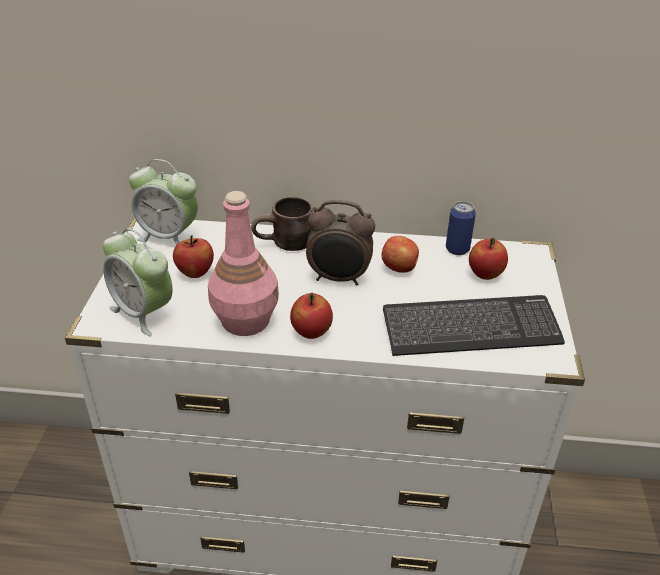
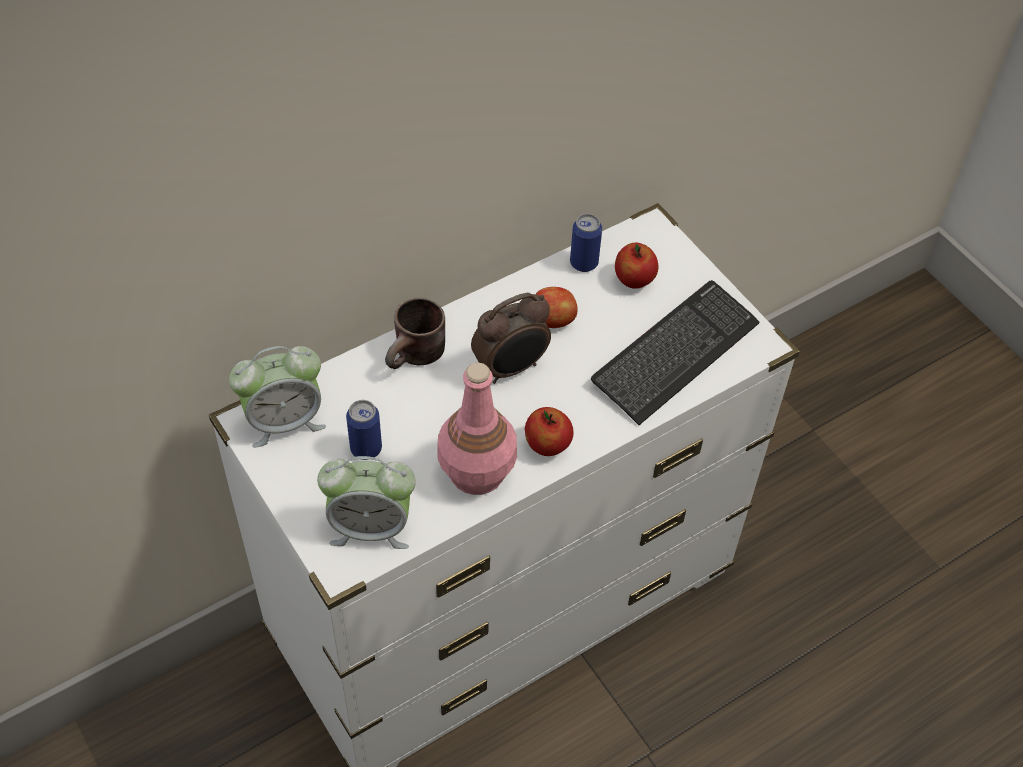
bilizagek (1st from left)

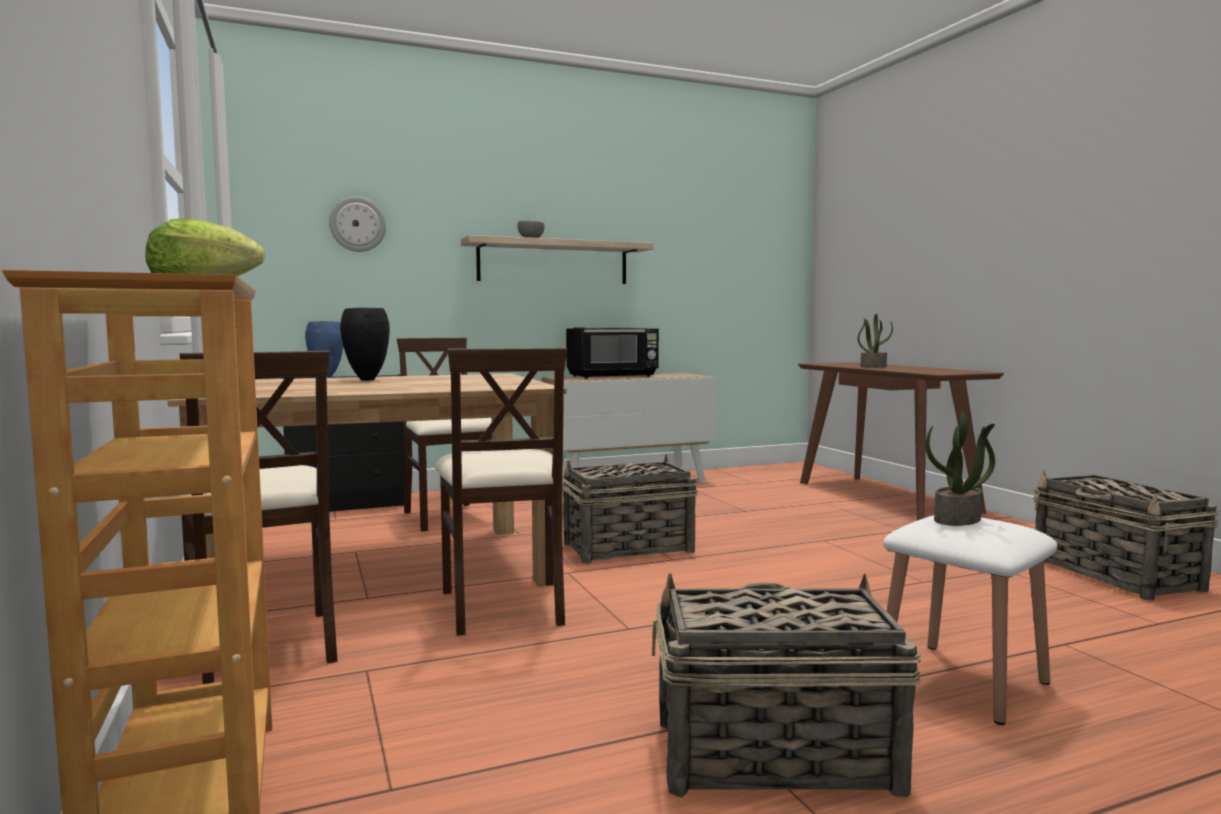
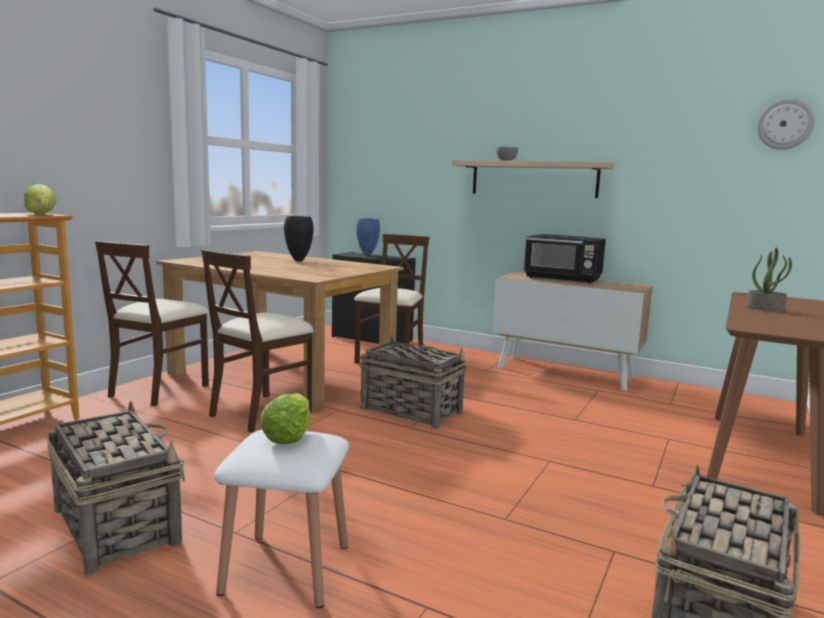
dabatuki
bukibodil (2nd from left)

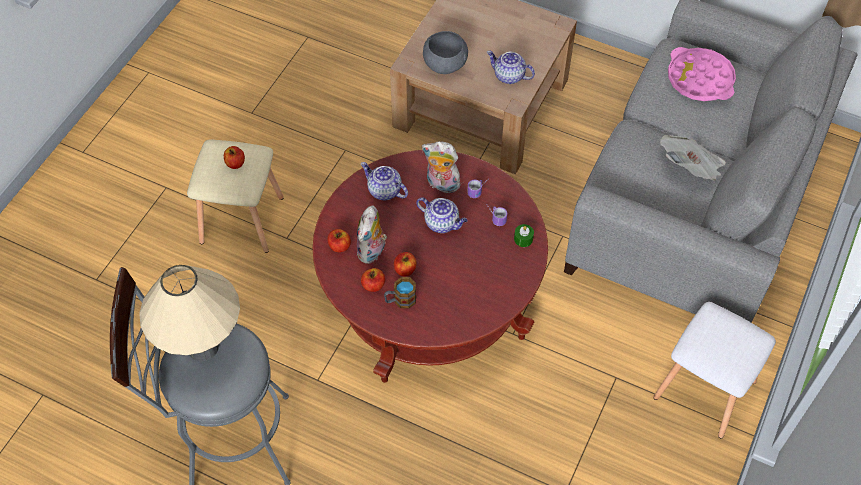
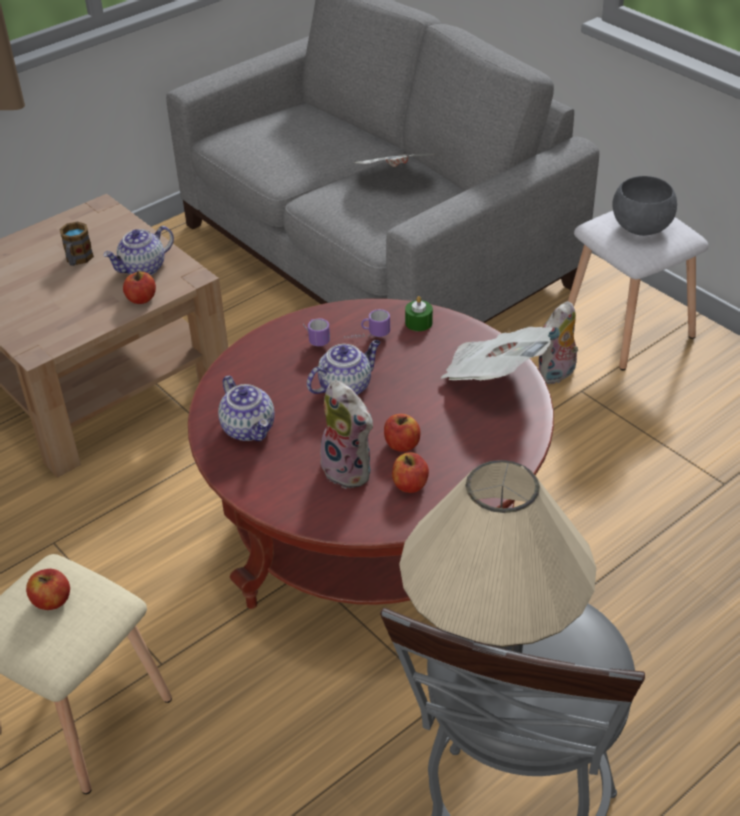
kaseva (2nd from left)
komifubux (2nd from left)
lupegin (1st from left)
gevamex (2nd from left)
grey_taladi
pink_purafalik
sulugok (2nd from left)

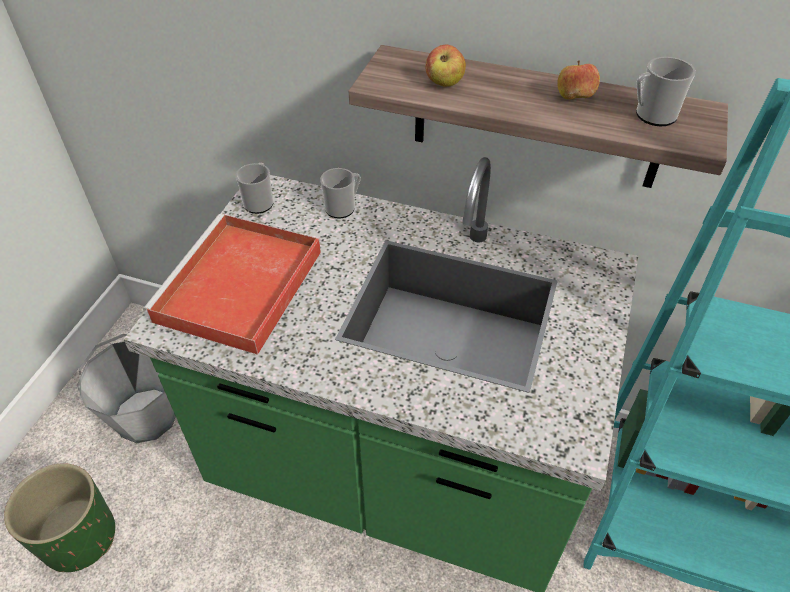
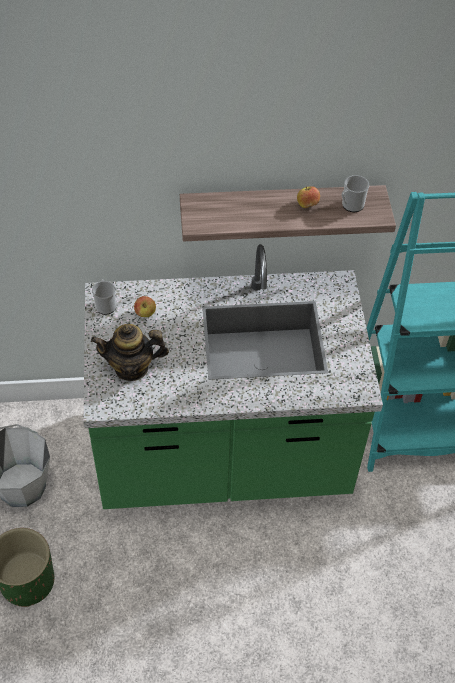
komifubux
lupegin (2nd from left in the first image)
kaseva (1st from left)

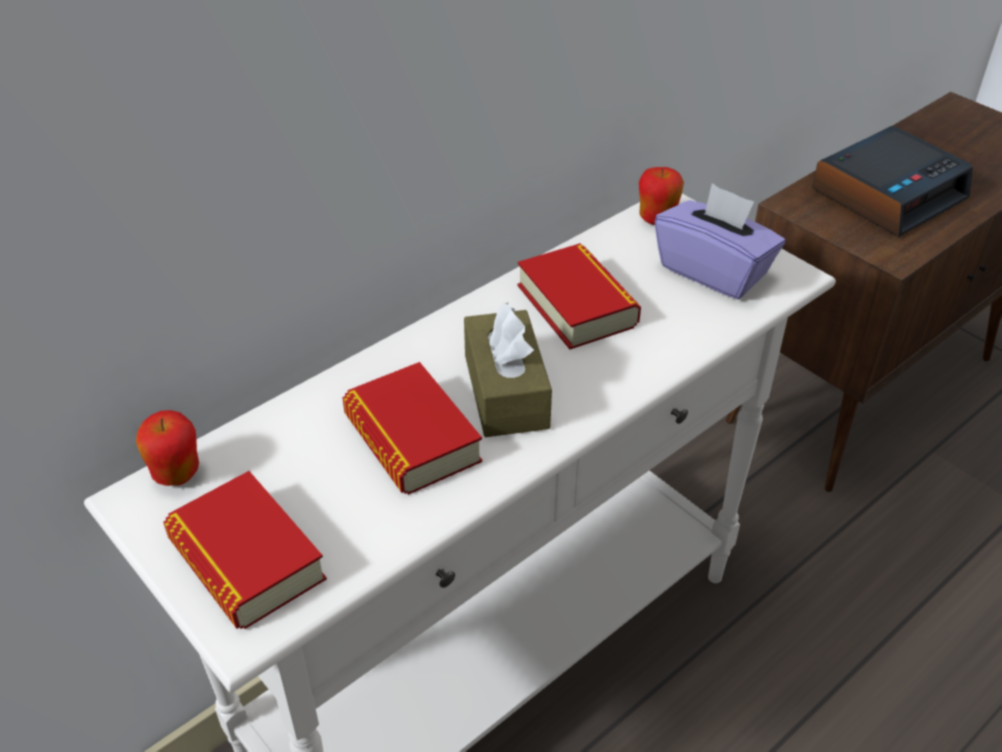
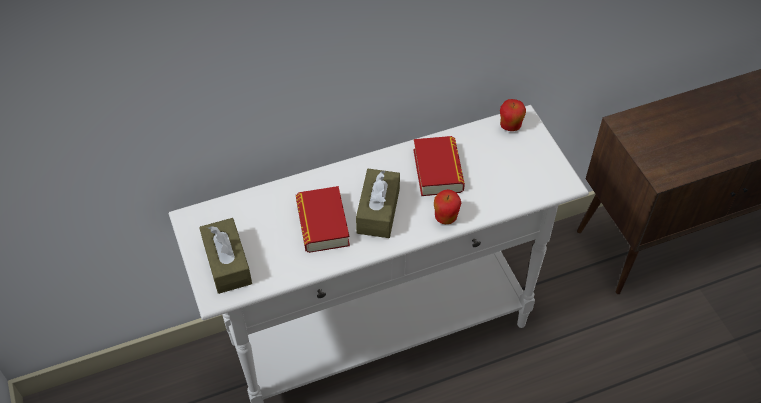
kaseva (1st from left)
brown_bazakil (1st from left)
purple_bazakil
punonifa

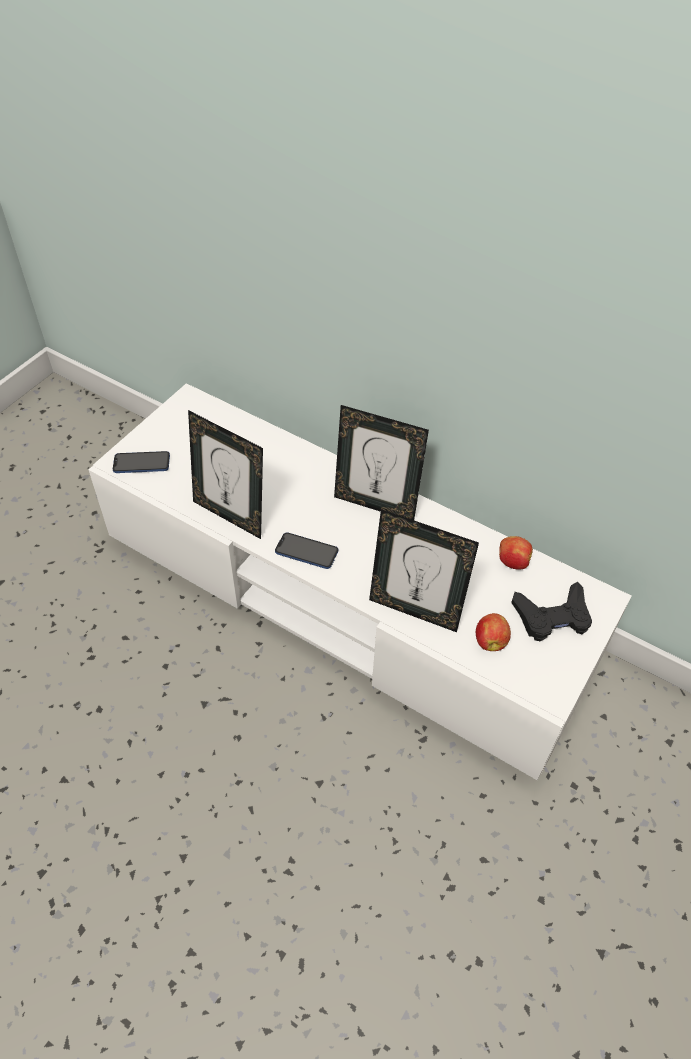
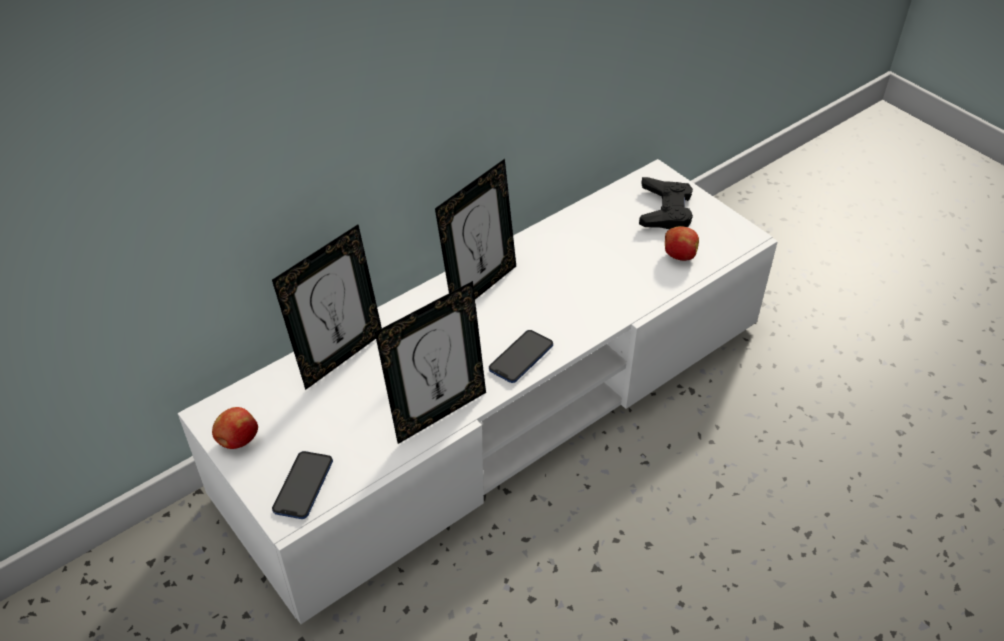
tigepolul (1st from left)
kaseva (1st from left)

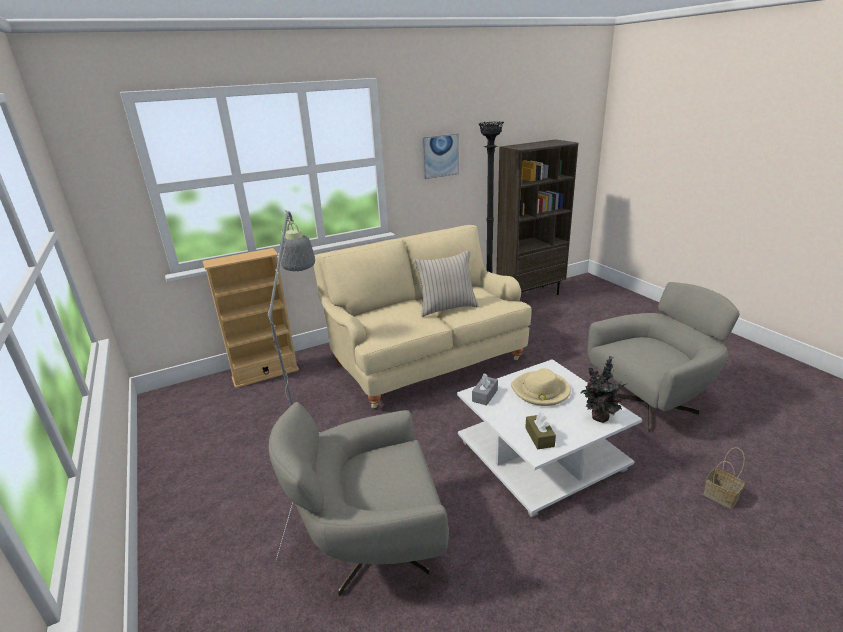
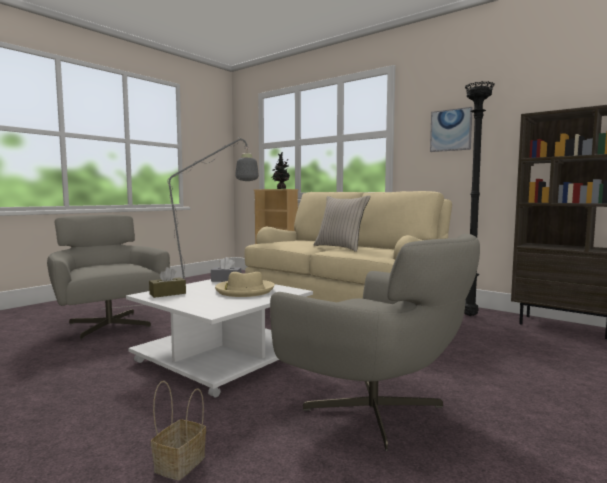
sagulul

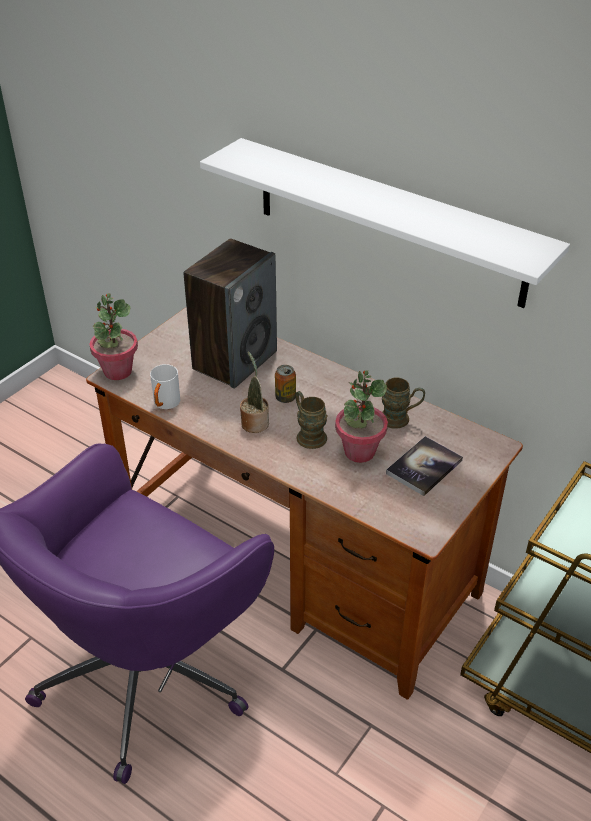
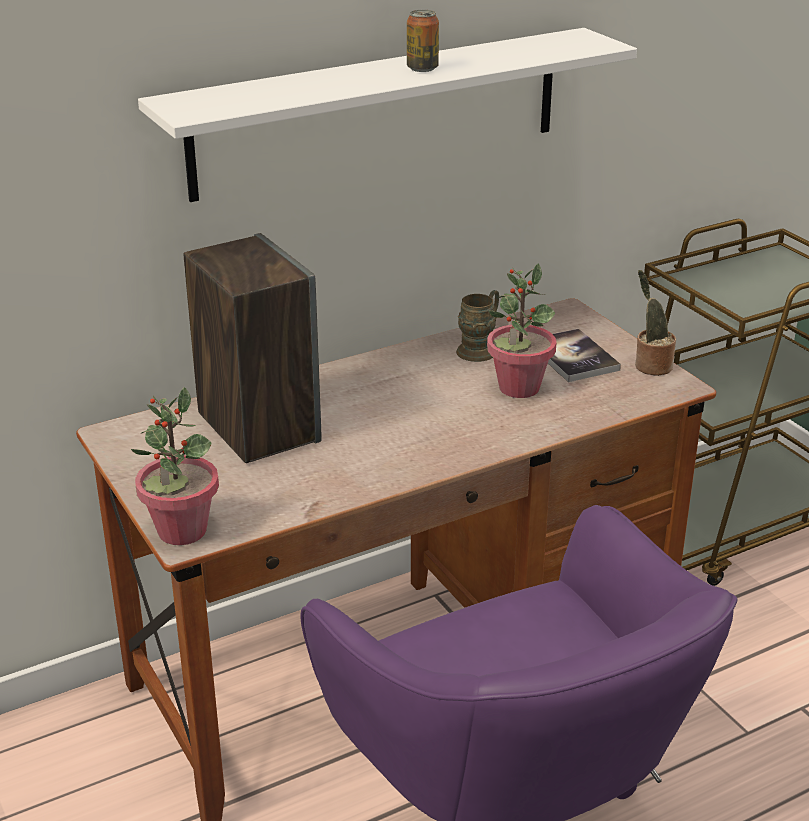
white_lupegin
sagulul (3rd from left)
bilizagek
brown_lupegin (1st from left in the first image)

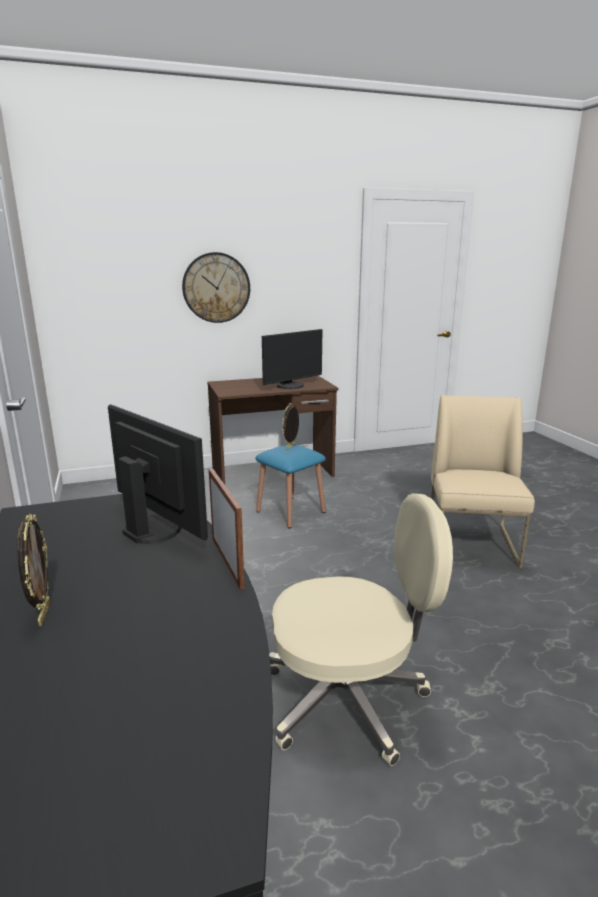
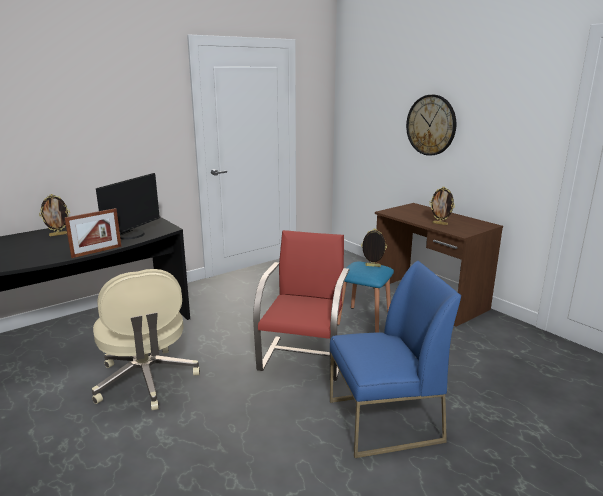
tigepolul (4th from left)
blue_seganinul
red_seganinul

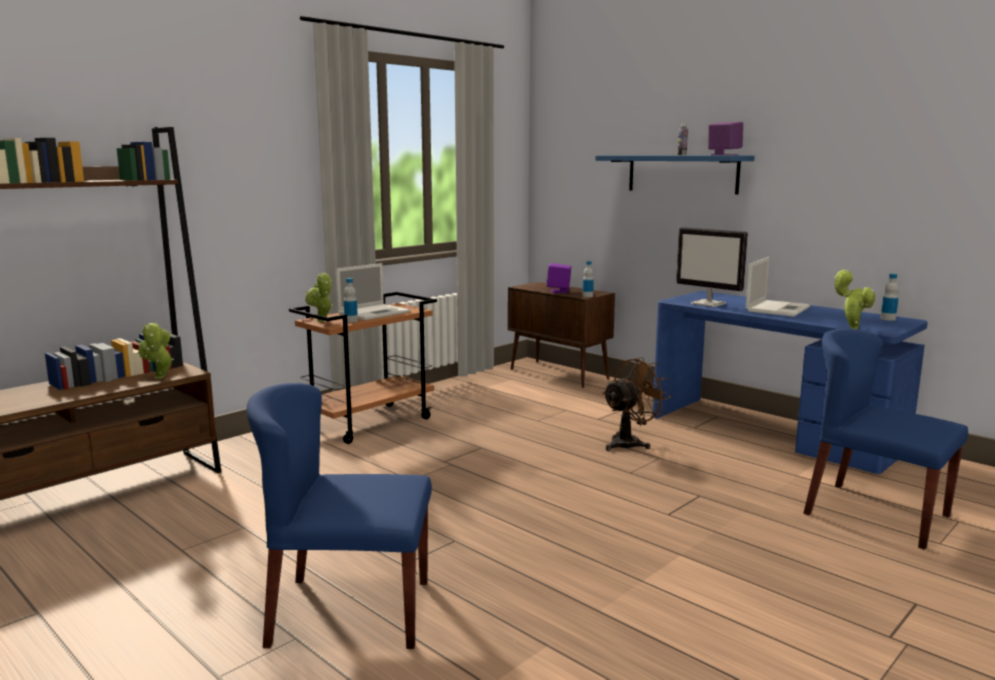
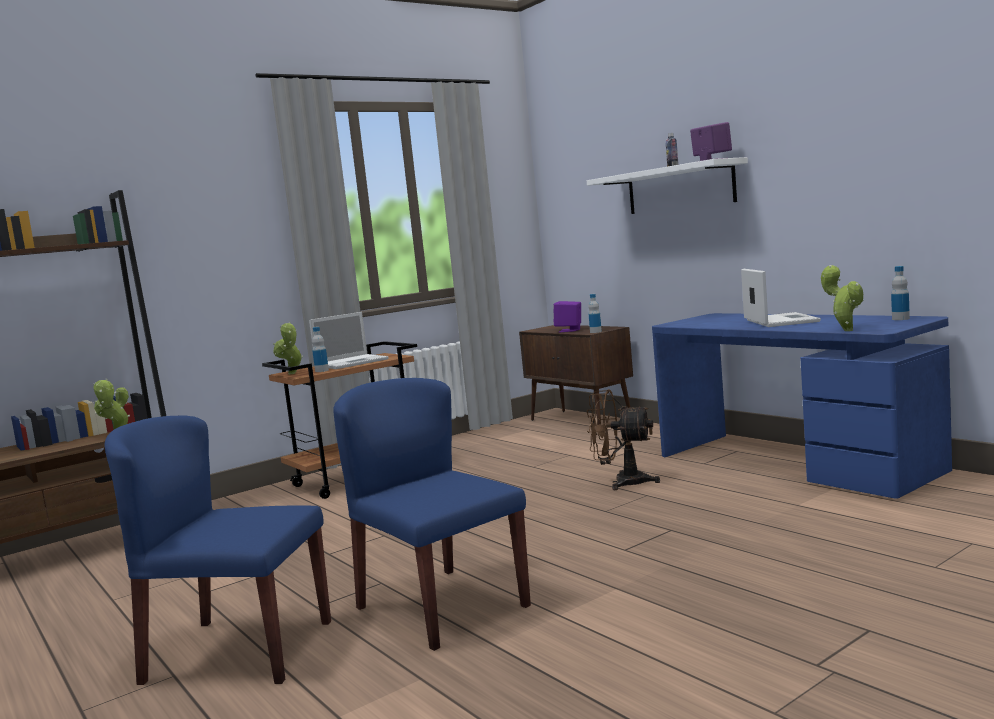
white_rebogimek
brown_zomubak
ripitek
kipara (2nd from left)
blue_seganinul (2nd from left)

